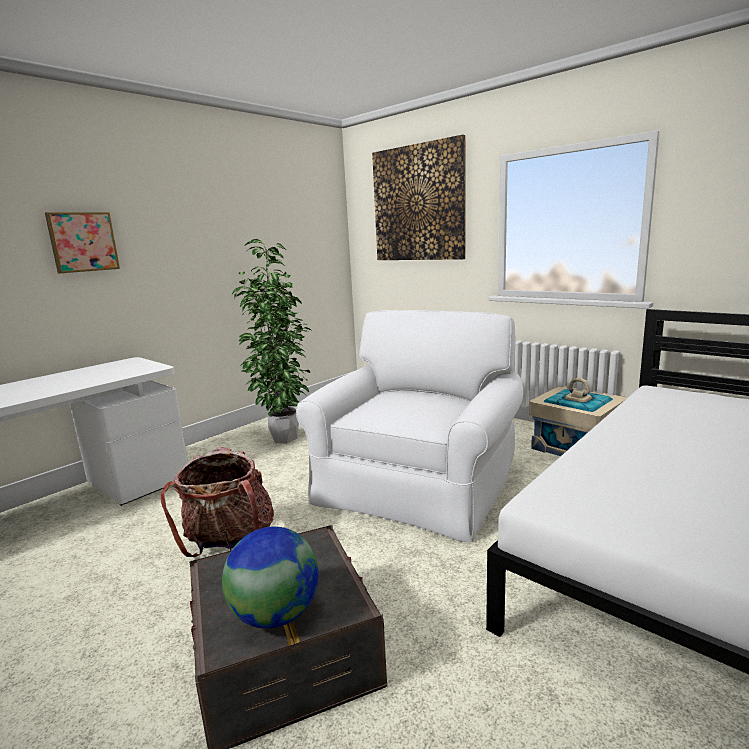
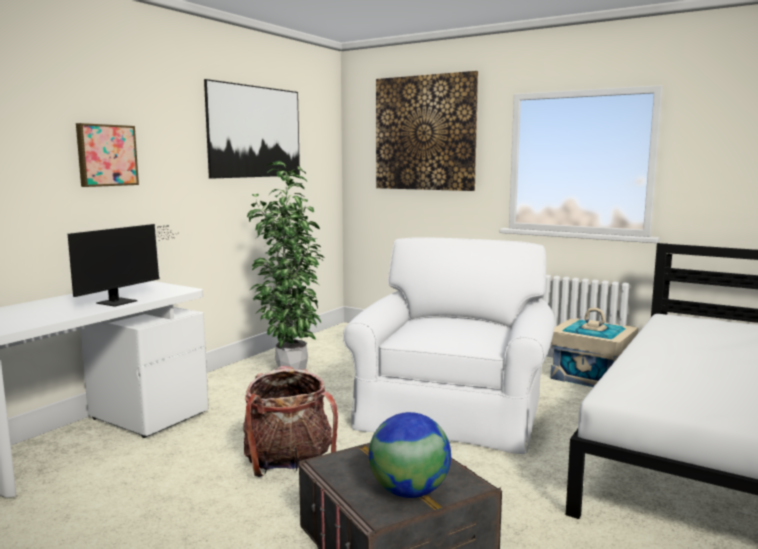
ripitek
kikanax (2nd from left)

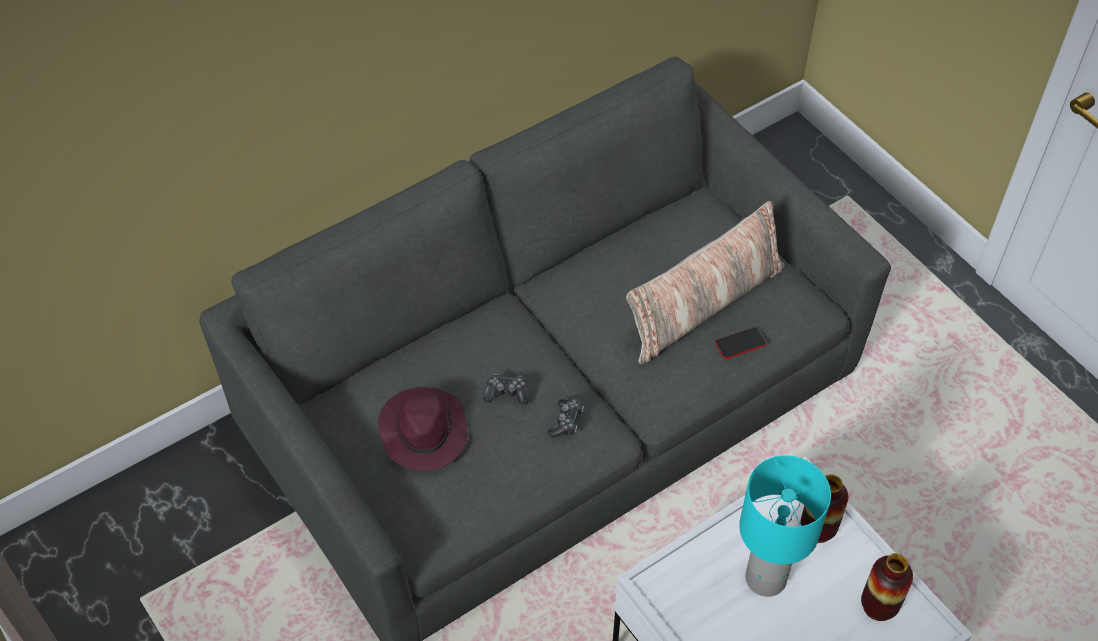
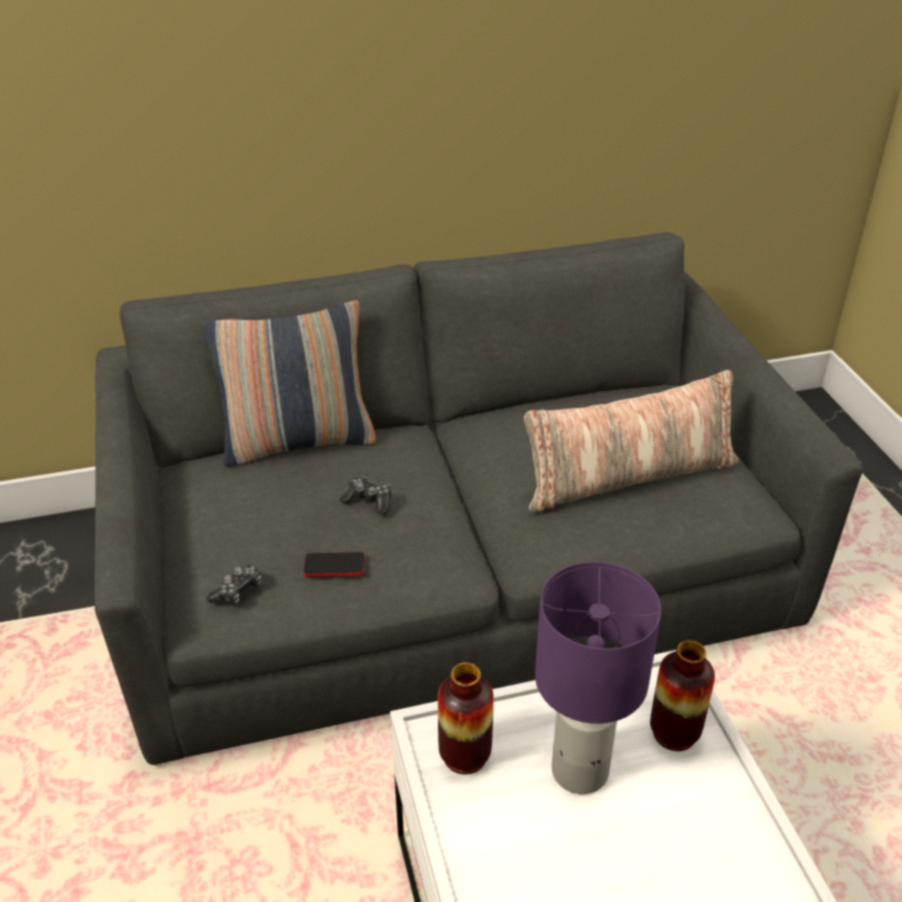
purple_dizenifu
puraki (1st from left)
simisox
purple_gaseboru
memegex (1st from left)
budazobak (1st from left)

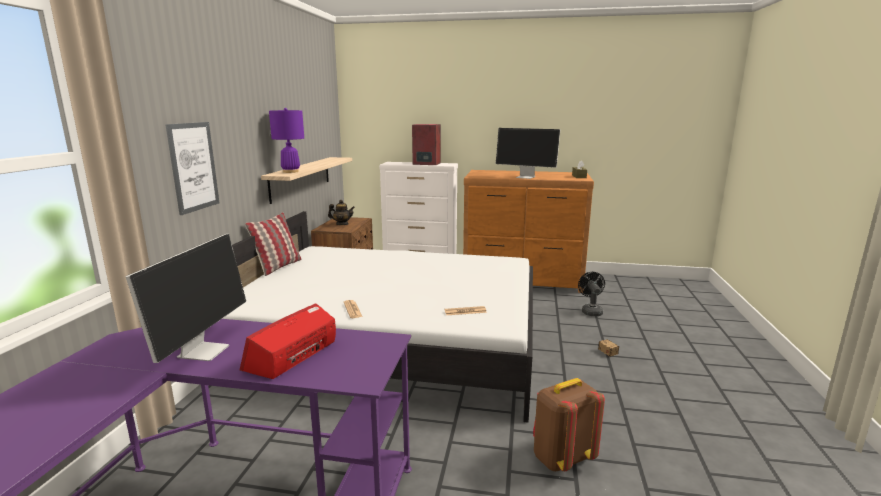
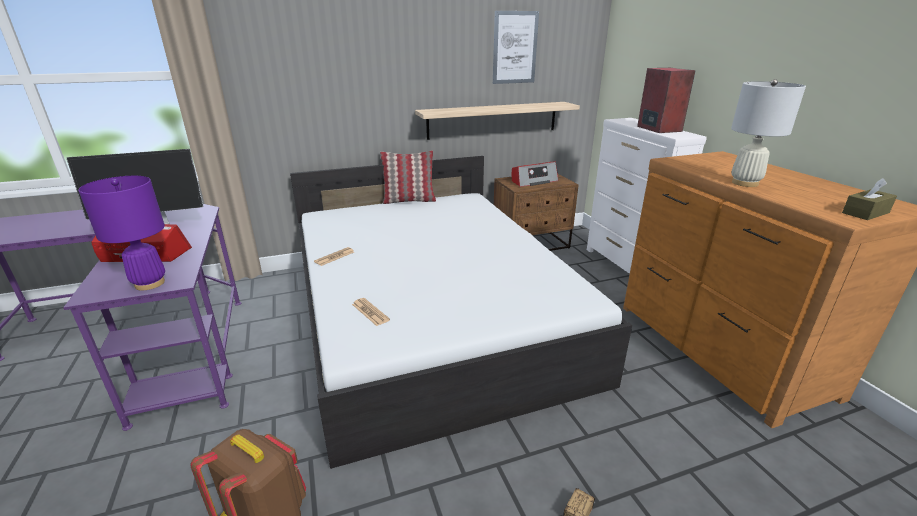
kikanax
purple_gaseboru
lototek (2nd from left)
white_gaseboru
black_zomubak

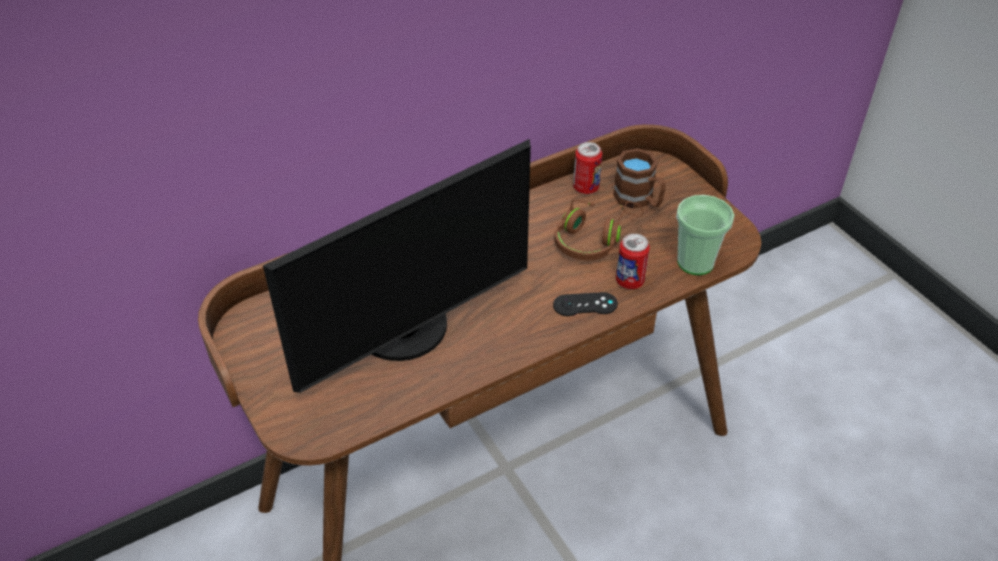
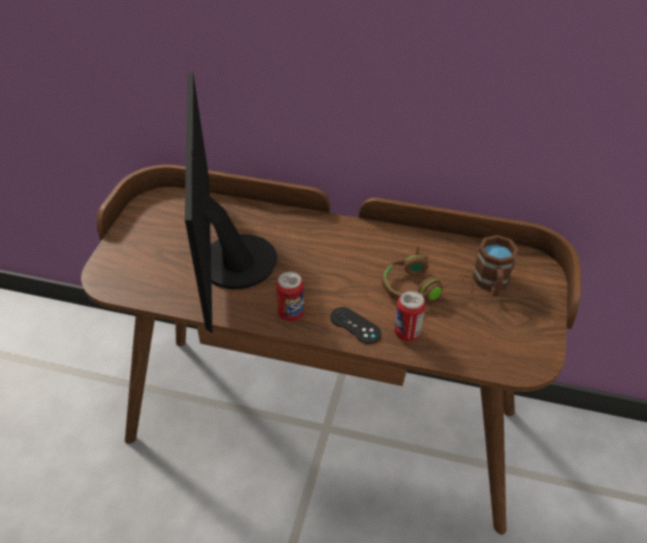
ripitek
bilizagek (1st from left)
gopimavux

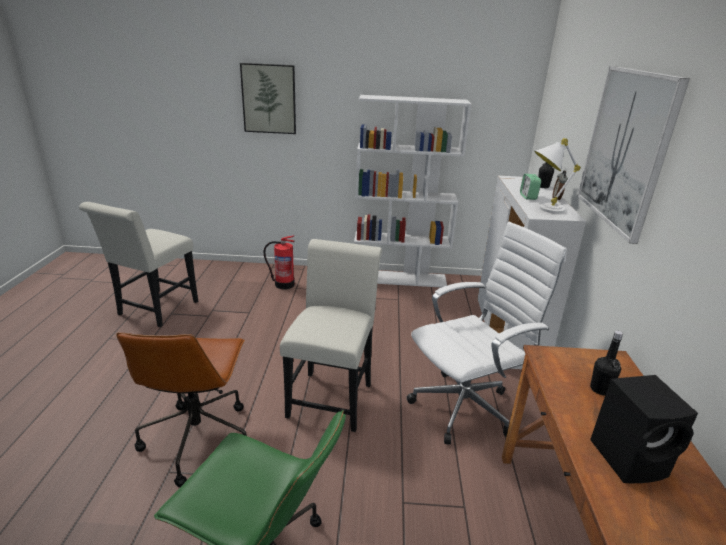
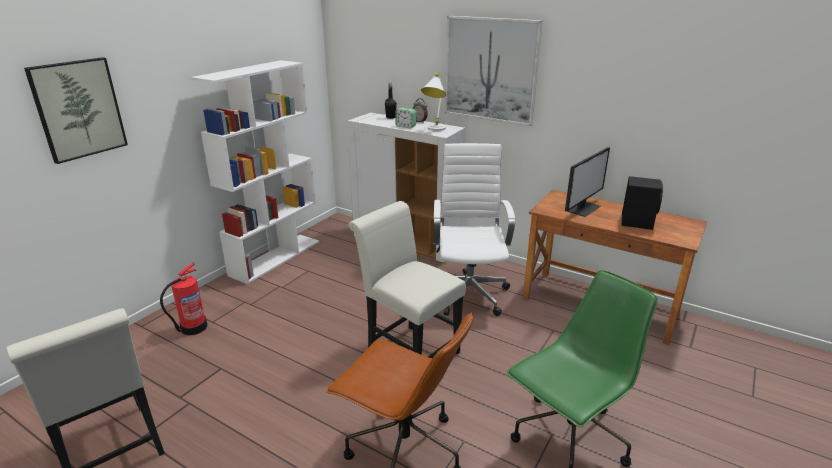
ripitek

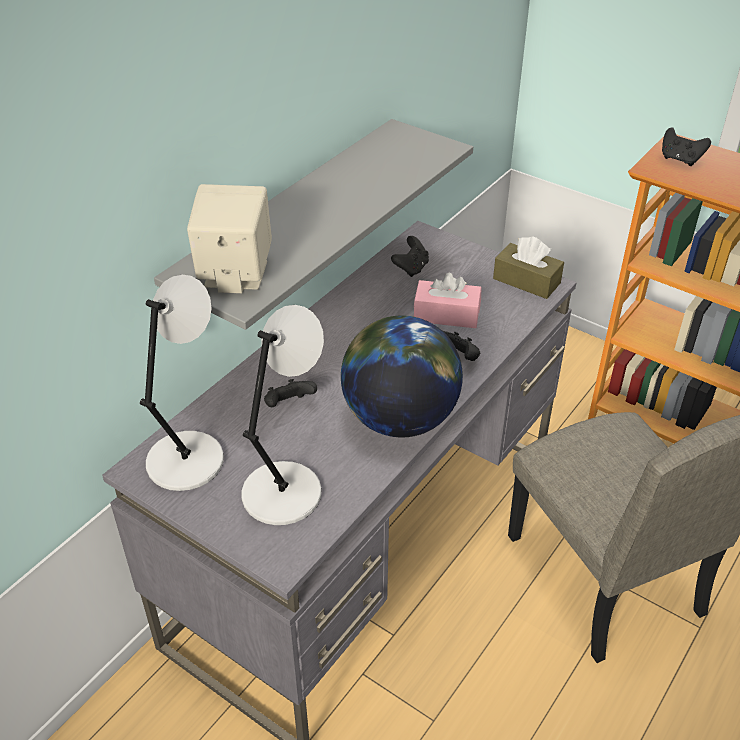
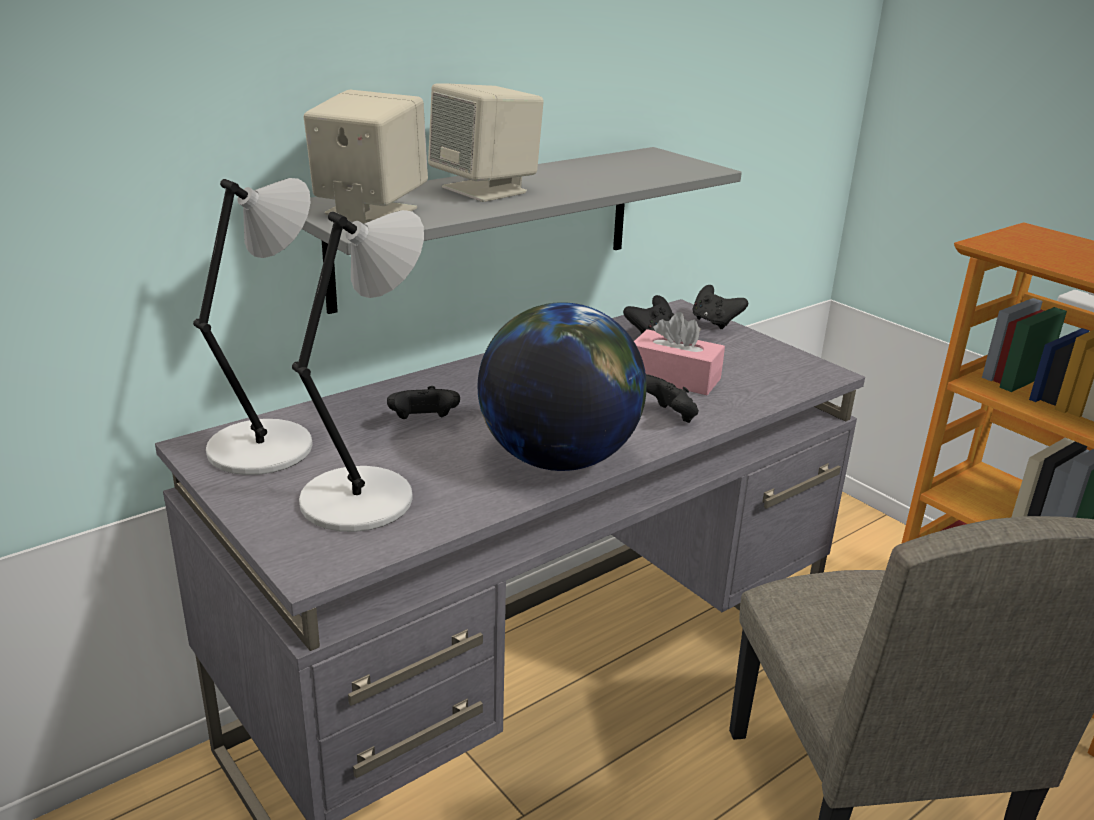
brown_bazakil
black_puraki (4th from left)
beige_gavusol (2nd from left)

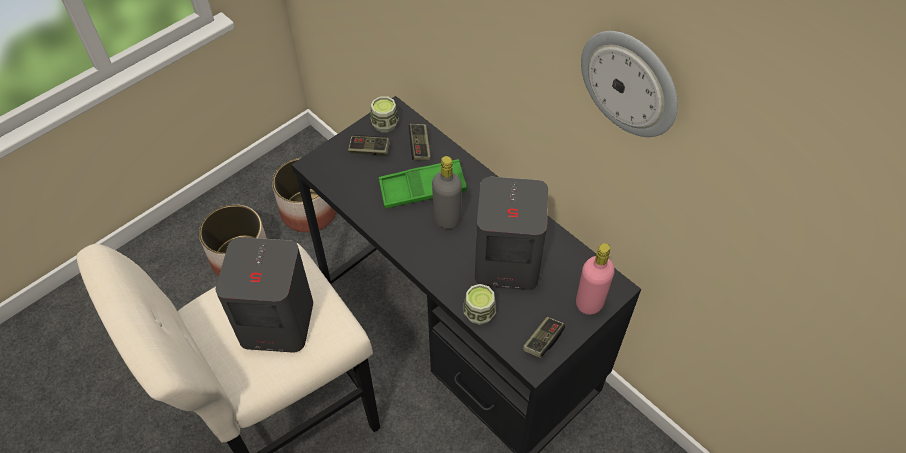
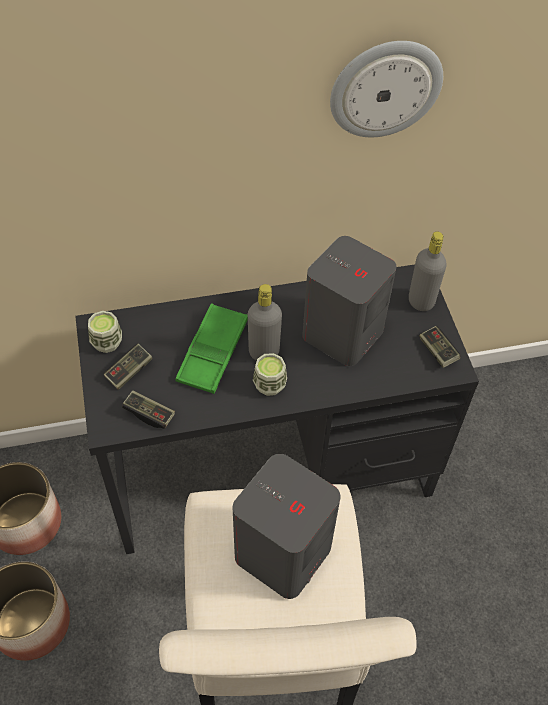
puraki (2nd from left)
gopimavux (2nd from left)
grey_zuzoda (2nd from left)

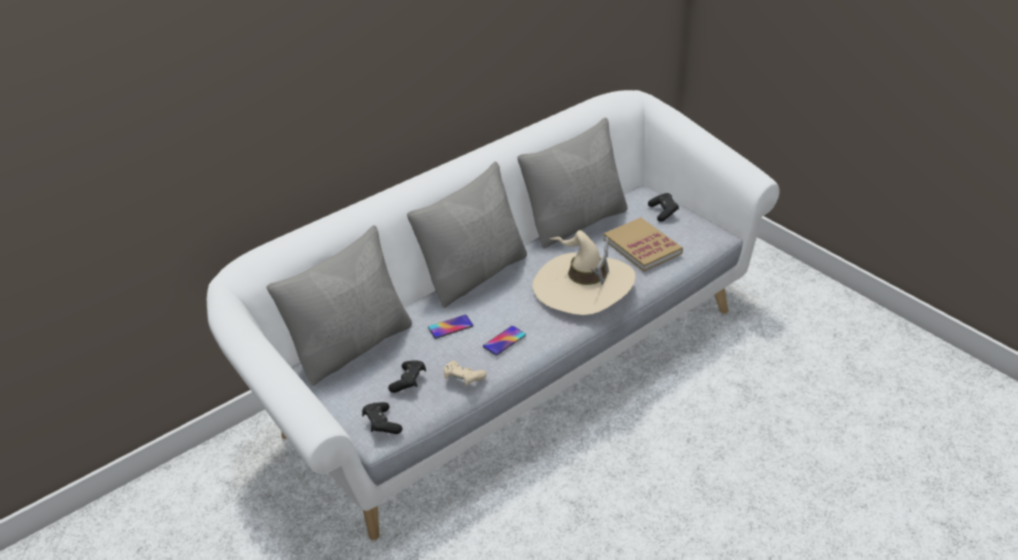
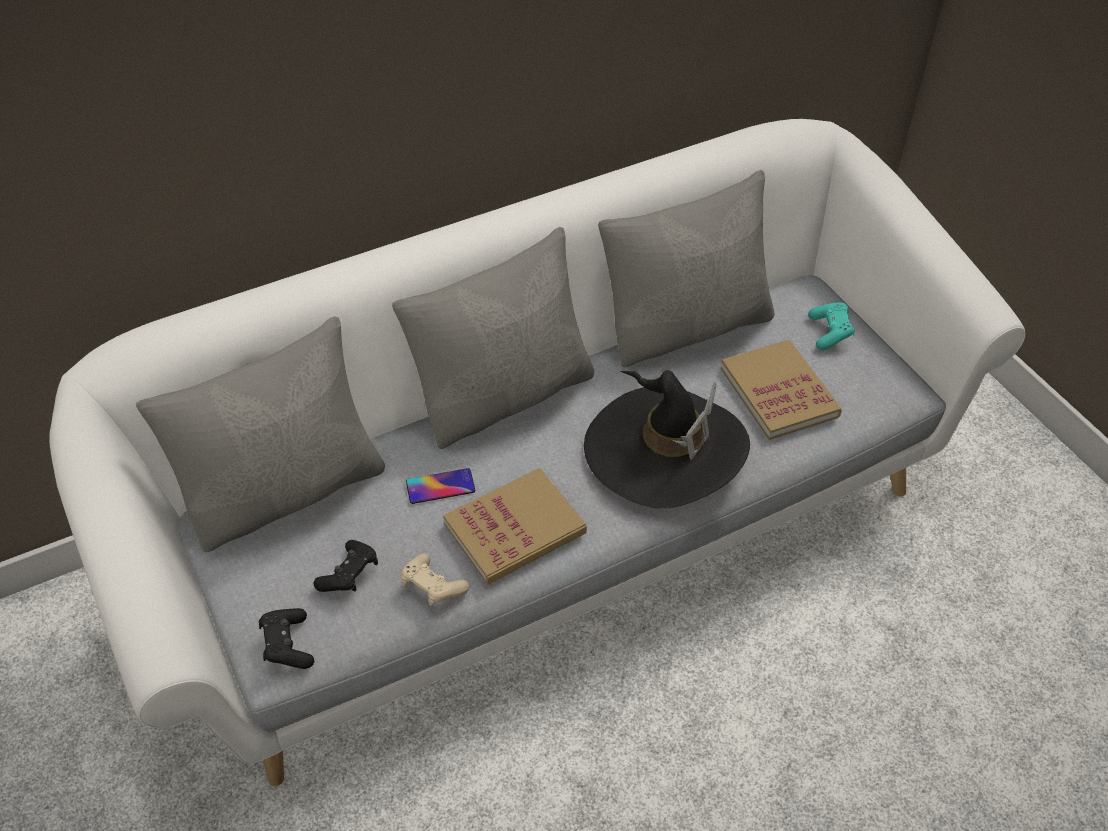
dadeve (1st from left)
black_dizenifu
turquoise_puraki

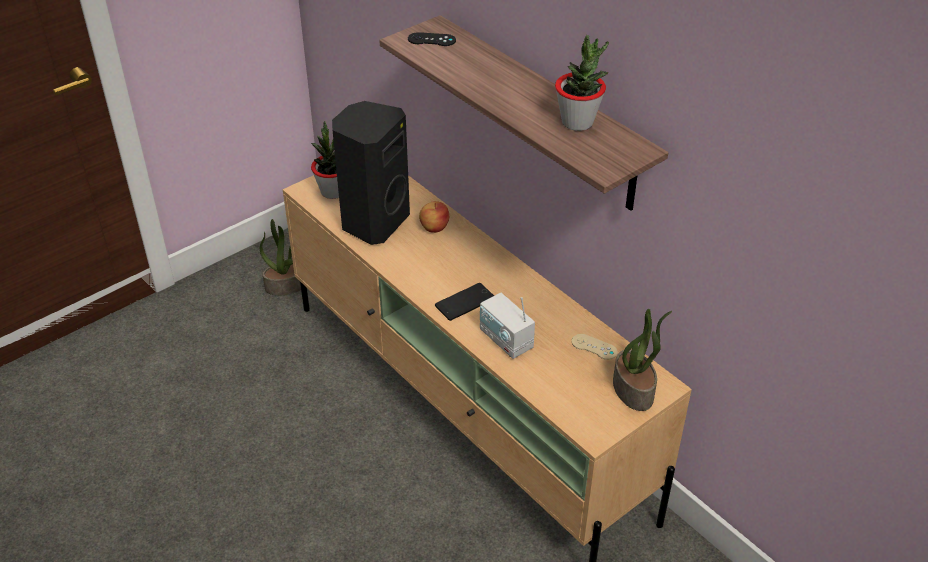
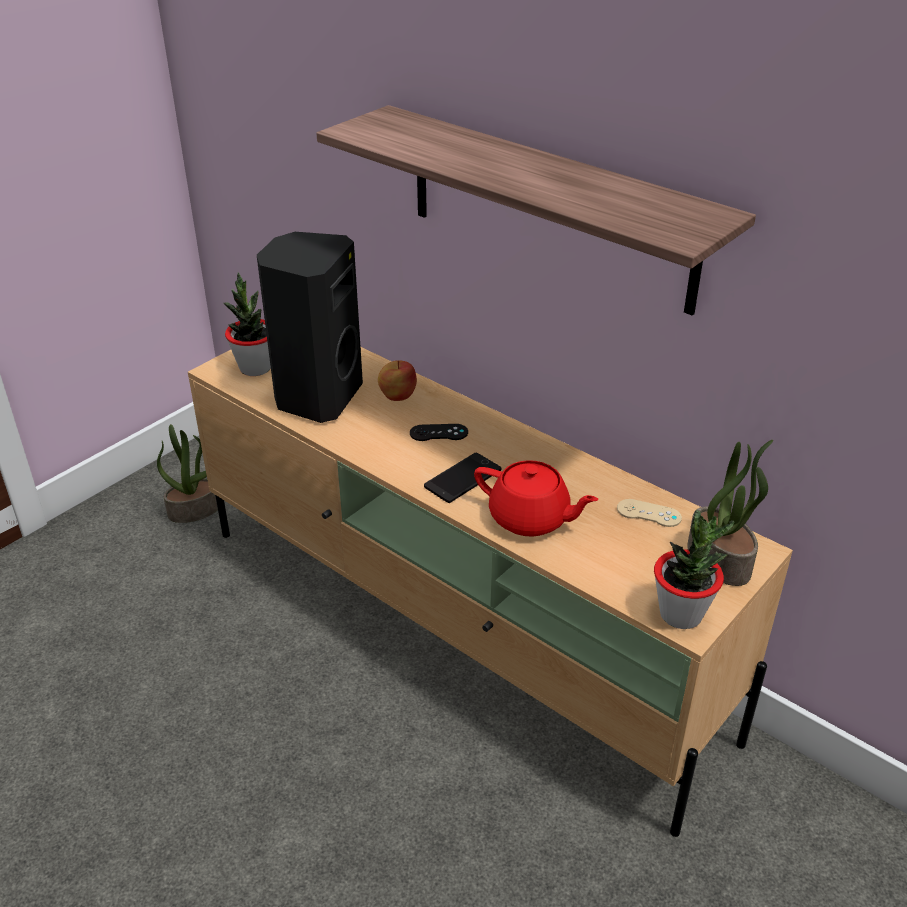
black_puraki
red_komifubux
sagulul (3rd from left)

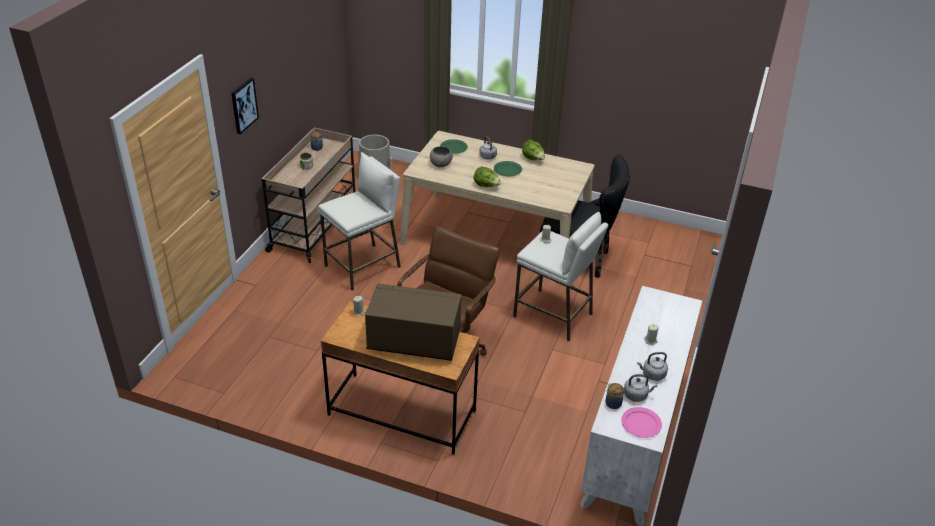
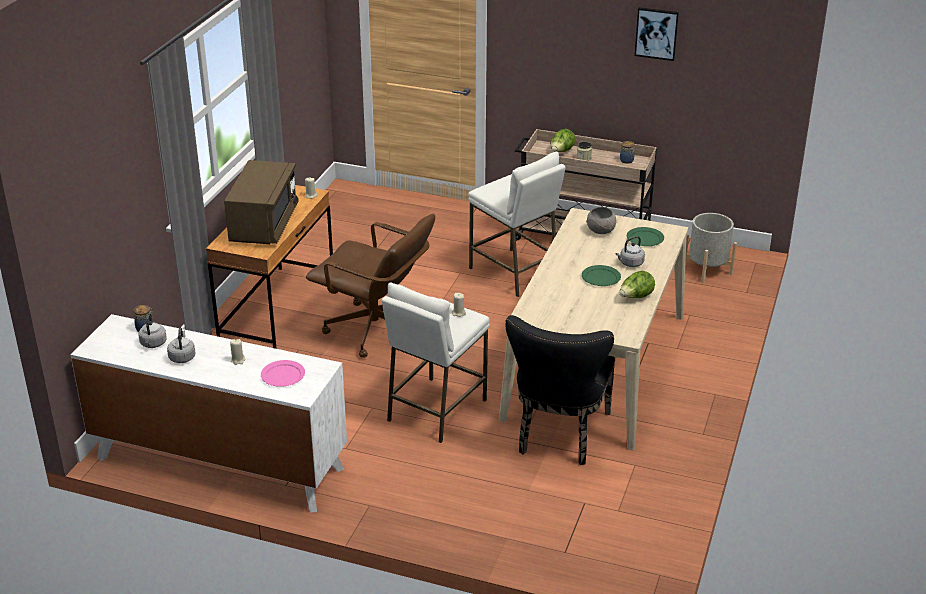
kikanax
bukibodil (1st from left)
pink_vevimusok

